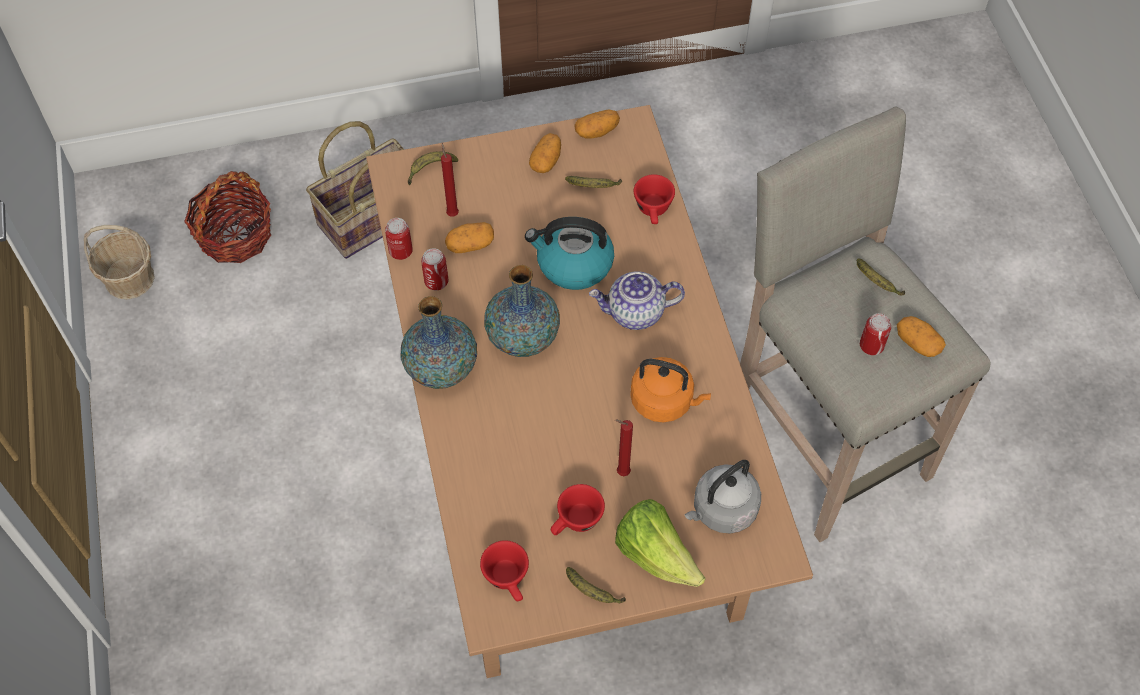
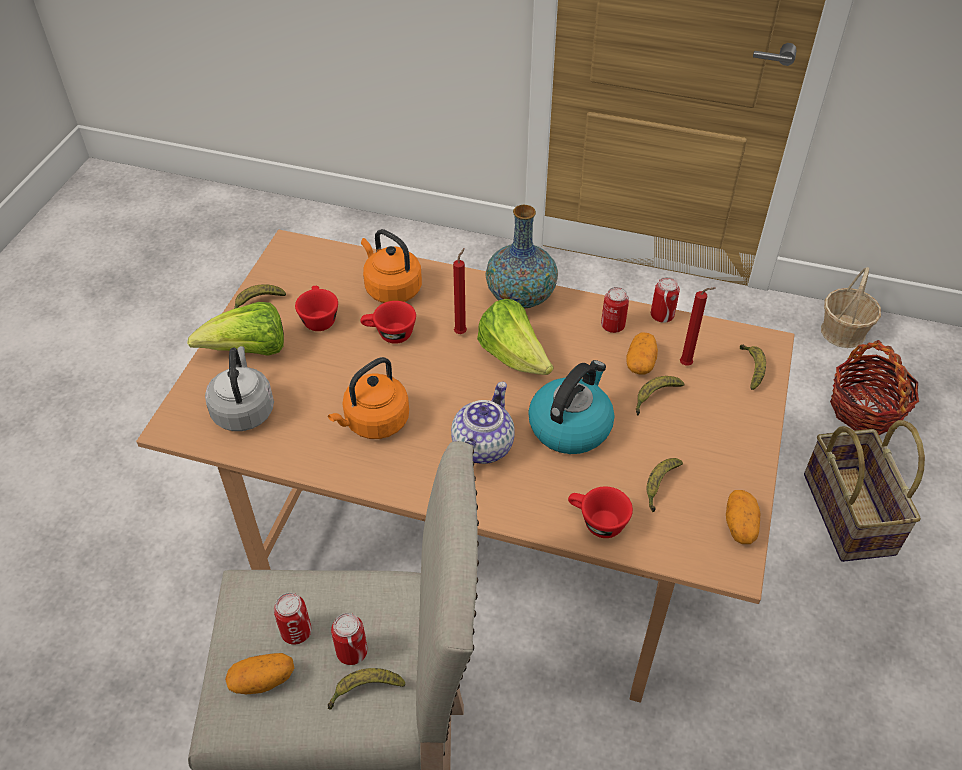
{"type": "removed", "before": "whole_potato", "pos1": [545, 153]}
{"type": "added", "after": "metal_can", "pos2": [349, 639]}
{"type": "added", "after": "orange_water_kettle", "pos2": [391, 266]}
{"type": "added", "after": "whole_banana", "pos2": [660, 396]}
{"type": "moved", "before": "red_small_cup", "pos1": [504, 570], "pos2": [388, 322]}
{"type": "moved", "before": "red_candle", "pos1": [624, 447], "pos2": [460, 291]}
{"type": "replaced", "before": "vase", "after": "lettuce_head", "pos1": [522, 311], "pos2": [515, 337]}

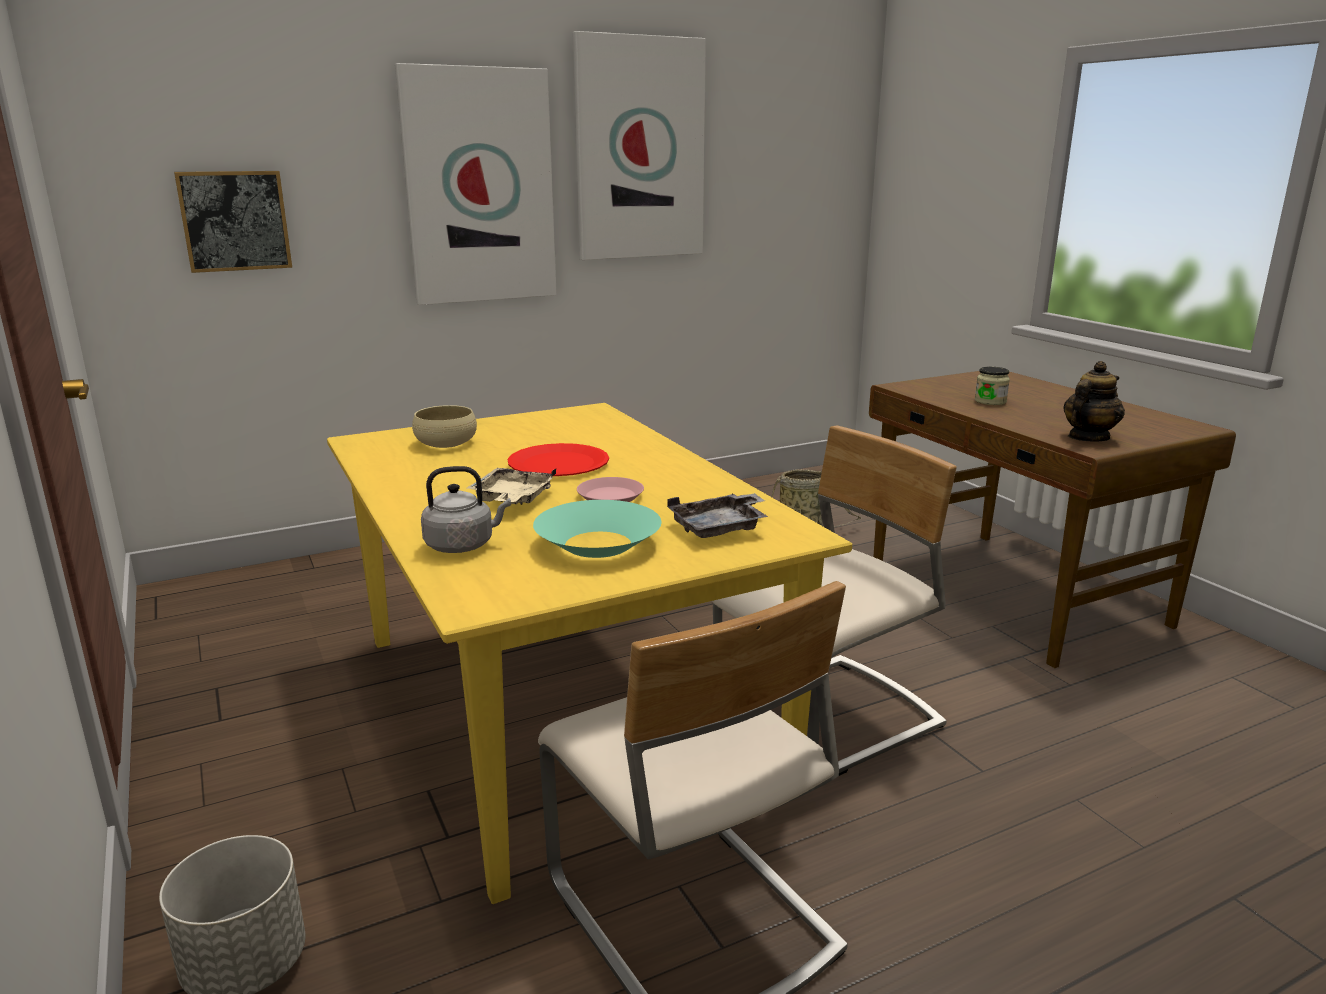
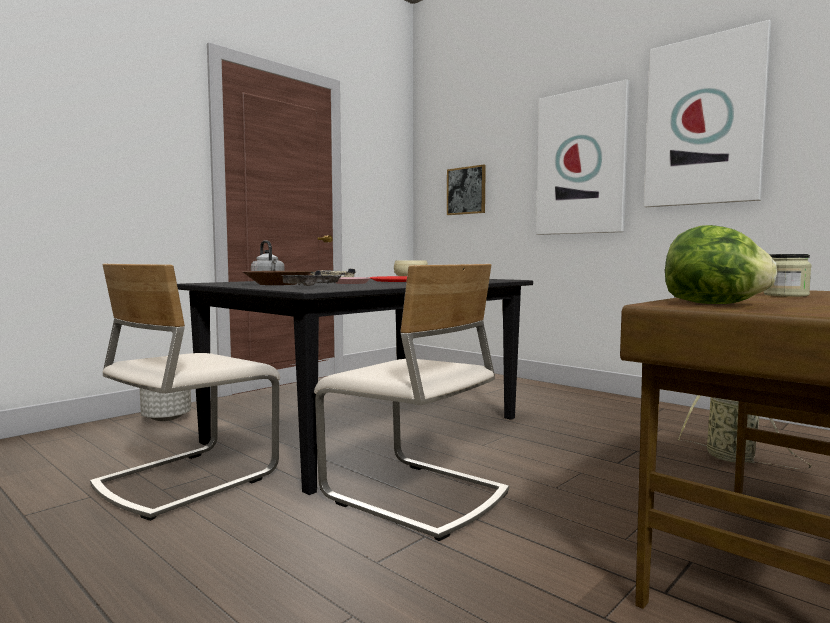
{"type": "replaced", "before": "teapot", "after": "lettuce_head", "pos1": [1094, 401], "pos2": [721, 264]}
{"type": "recoloured", "before": "yellow_dinner_table", "after": "blackish_dinner_table", "pos1": [589, 653], "pos2": [355, 387]}
{"type": "recoloured", "before": "turquoise_deep_dish", "after": "brownish_deep_dish", "pos1": [597, 529], "pos2": [277, 278]}

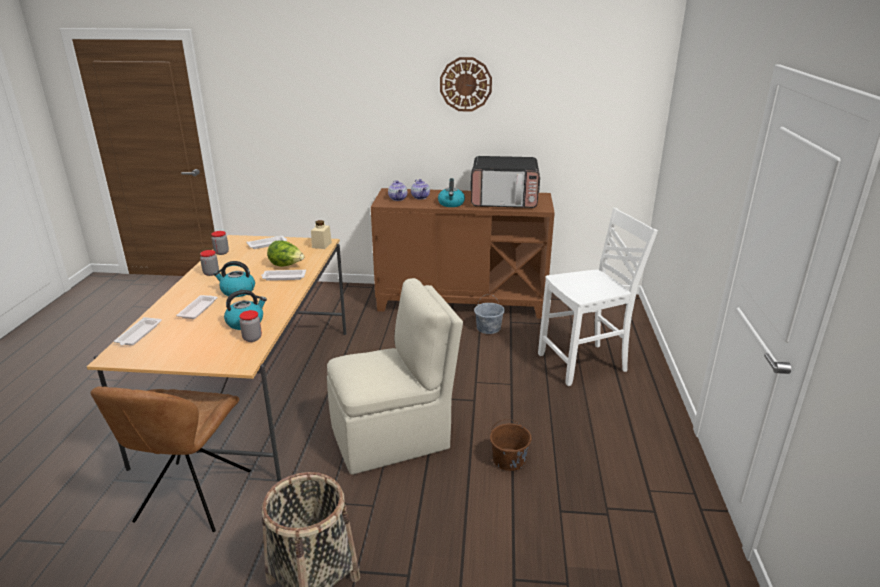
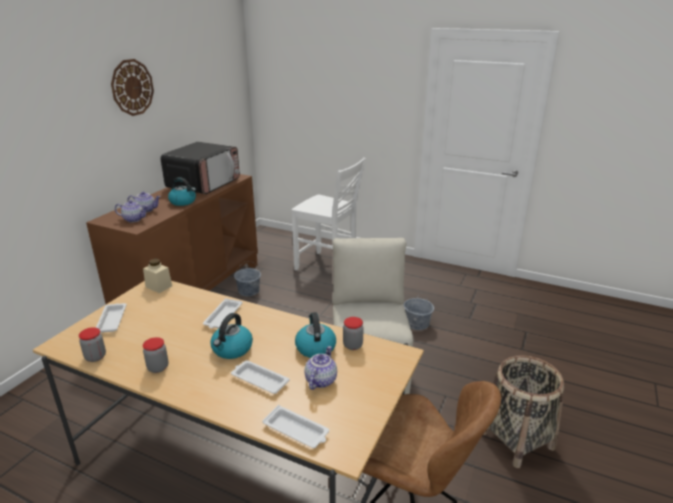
{"type": "removed", "before": "lettuce_head", "pos1": [285, 254]}
{"type": "added", "after": "teapot", "pos2": [321, 368]}
{"type": "recoloured", "before": "brownish_bucket", "after": "greyish_bucket", "pos1": [511, 445], "pos2": [419, 311]}
{"type": "turned", "before": "whitish_plain_chair", "pos1": [598, 297], "pos2": [329, 214], "turn": 120}

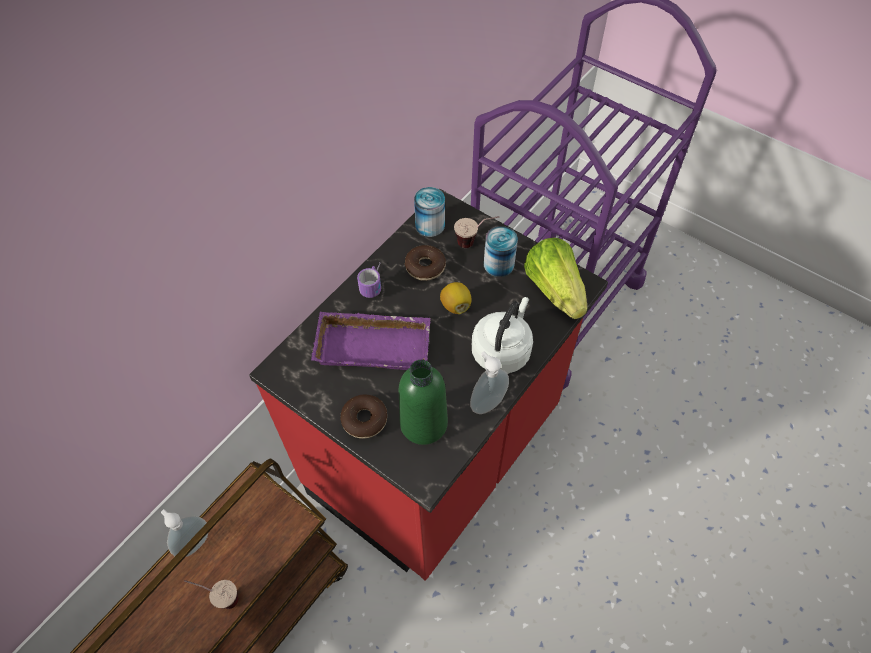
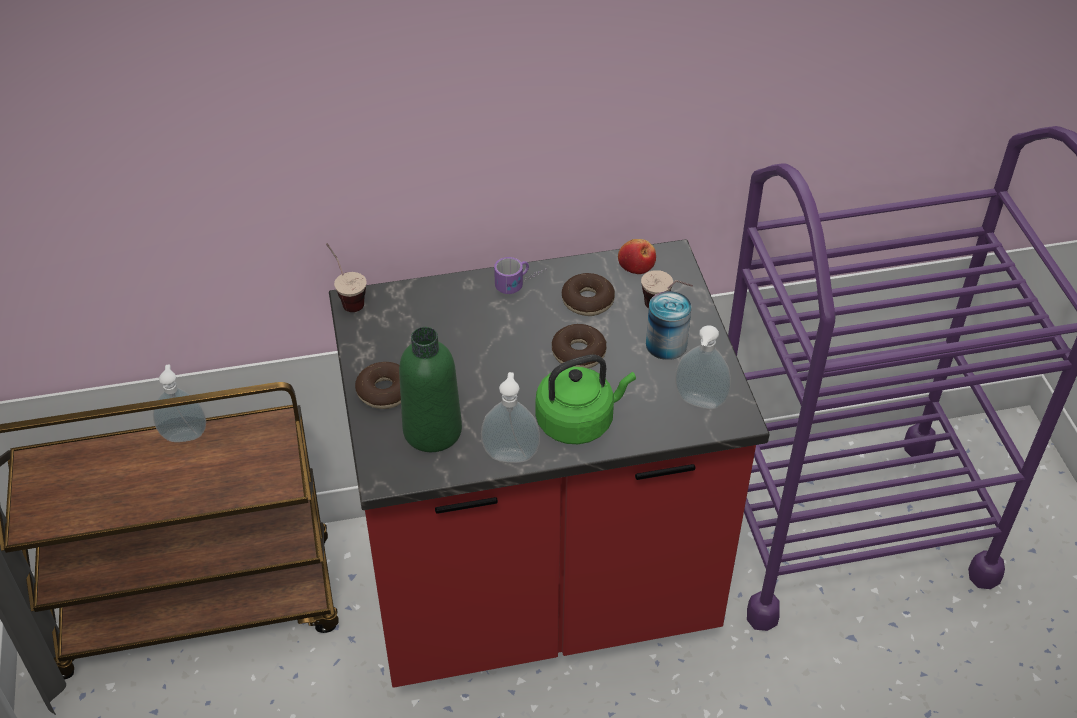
{"type": "removed", "before": "purple-coloured_tray", "pos1": [371, 341]}
{"type": "moved", "before": "small_cup", "pos1": [211, 594], "pos2": [346, 277]}
{"type": "replaced", "before": "metal_can", "after": "apple_fruit", "pos1": [429, 212], "pos2": [637, 256]}
{"type": "replaced", "before": "lemon", "after": "doughnut", "pos1": [455, 298], "pos2": [579, 346]}
{"type": "replaced", "before": "lettuce_head", "after": "soap_dispenser", "pos1": [555, 278], "pos2": [703, 367]}
{"type": "recoloured", "before": "whitish_water_kettle", "after": "green-coloured_water_kettle", "pos1": [502, 335], "pos2": [586, 399]}

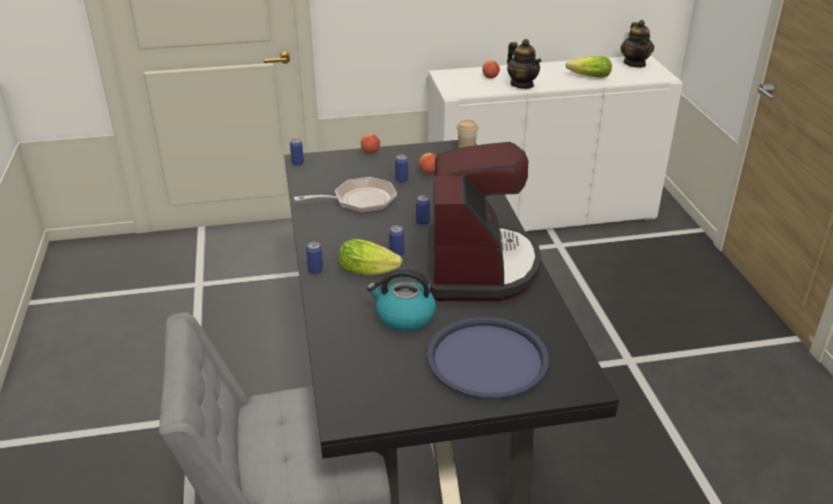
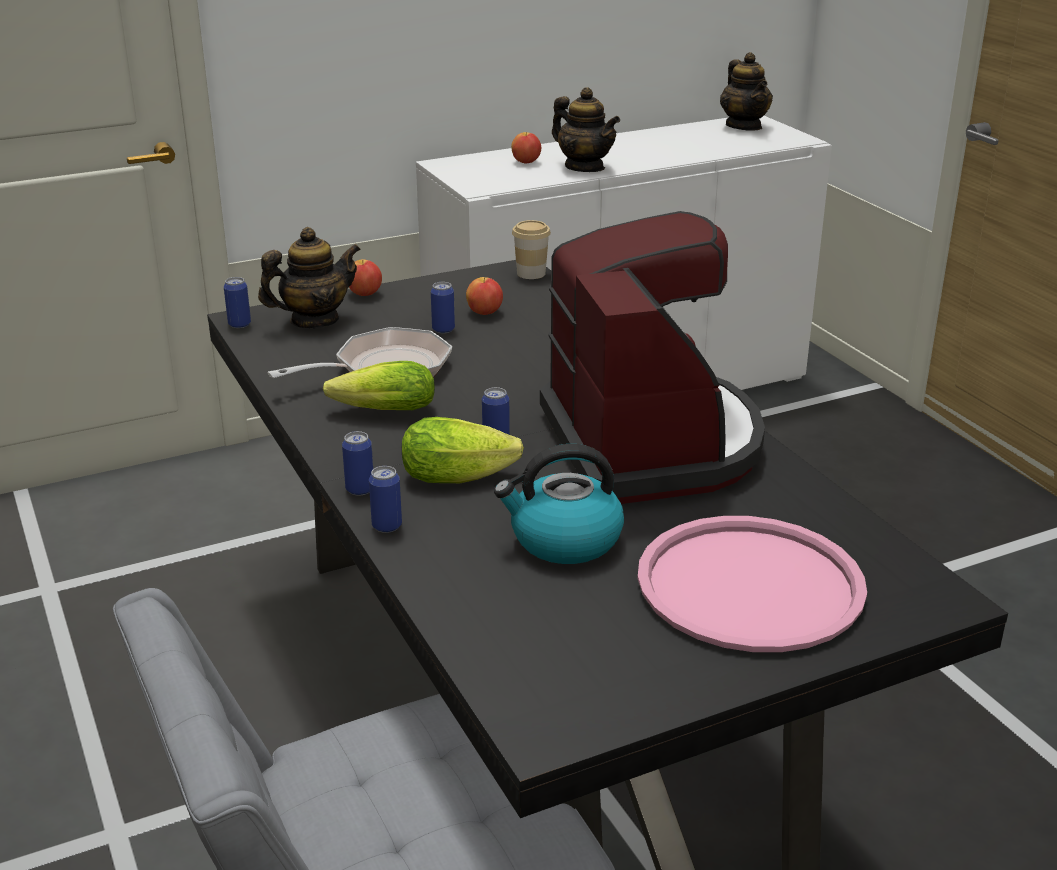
{"type": "added", "after": "teapot", "pos2": [309, 277]}
{"type": "moved", "before": "metal_can", "pos1": [423, 210], "pos2": [385, 499]}
{"type": "moved", "before": "lettuce_head", "pos1": [589, 67], "pos2": [379, 385]}
{"type": "recoloured", "before": "blue_tray", "after": "pink-coloured_tray", "pos1": [488, 358], "pos2": [752, 584]}

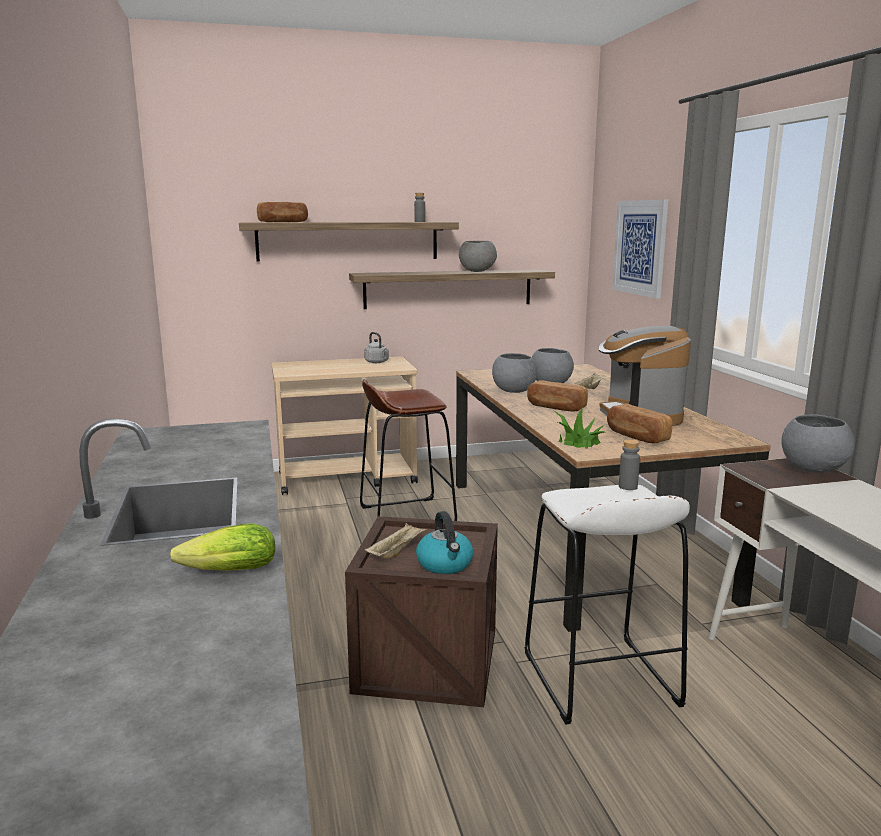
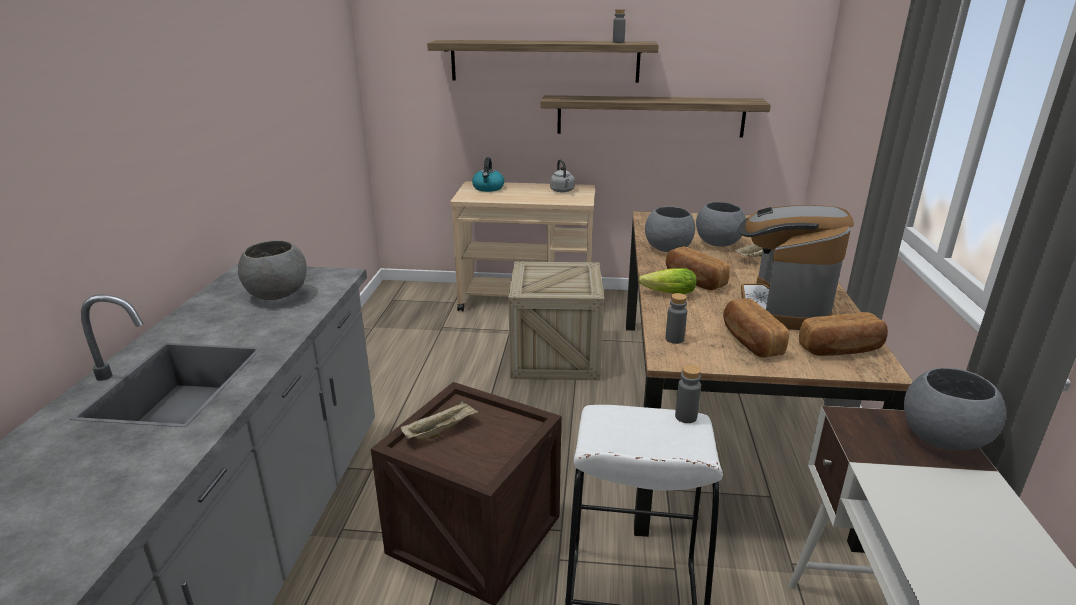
{"type": "removed", "before": "wall_picture", "pos1": [640, 249]}
{"type": "moved", "before": "lettuce_head", "pos1": [222, 547], "pos2": [667, 281]}
{"type": "moved", "before": "bakery_bread", "pos1": [282, 212], "pos2": [843, 334]}
{"type": "moved", "before": "water_kettle", "pos1": [444, 542], "pos2": [488, 175]}
{"type": "moved", "before": "greyish_deep_dish", "pos1": [478, 256], "pos2": [272, 270]}
{"type": "replaced", "before": "brownish_stool_seat", "after": "crate", "pos1": [408, 450], "pos2": [556, 321]}
{"type": "replaced", "before": "houseplant", "after": "greyish_bottle", "pos1": [579, 428], "pos2": [676, 318]}

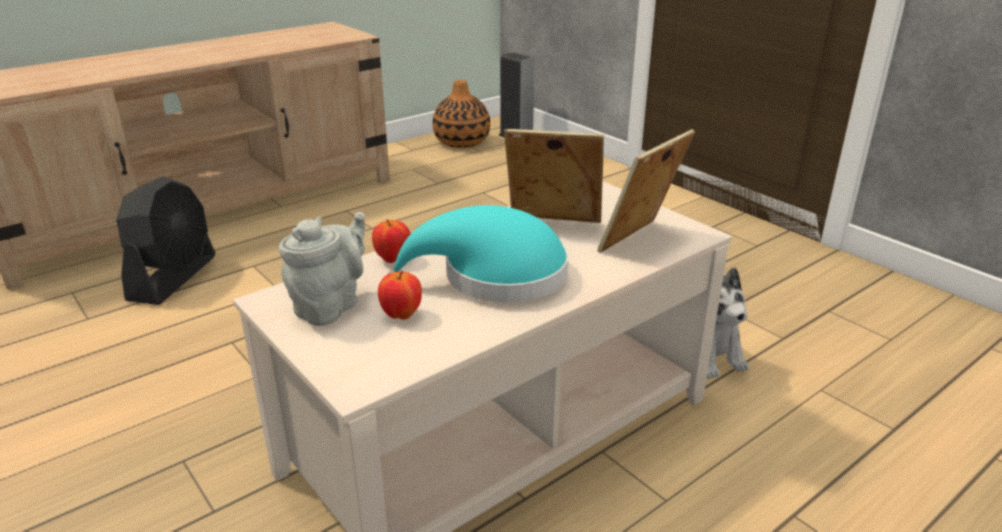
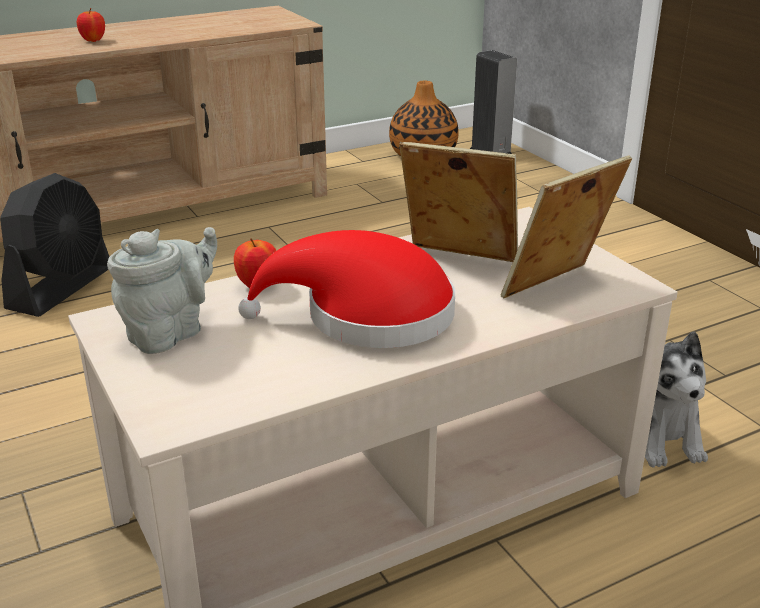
{"type": "moved", "before": "apple_fruit", "pos1": [400, 295], "pos2": [91, 25]}
{"type": "recoloured", "before": "turquoise_hat", "after": "red_hat", "pos1": [477, 254], "pos2": [346, 289]}

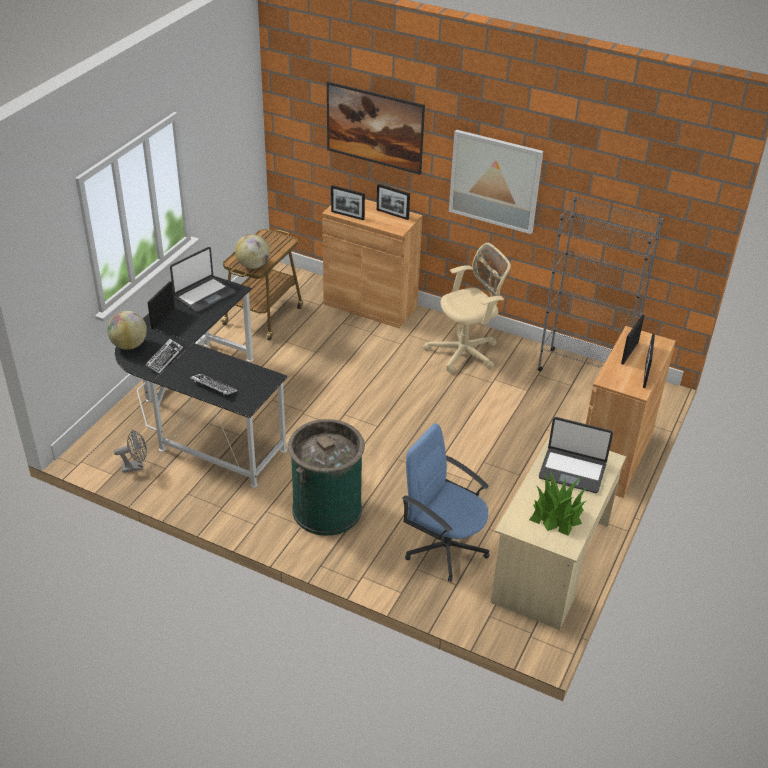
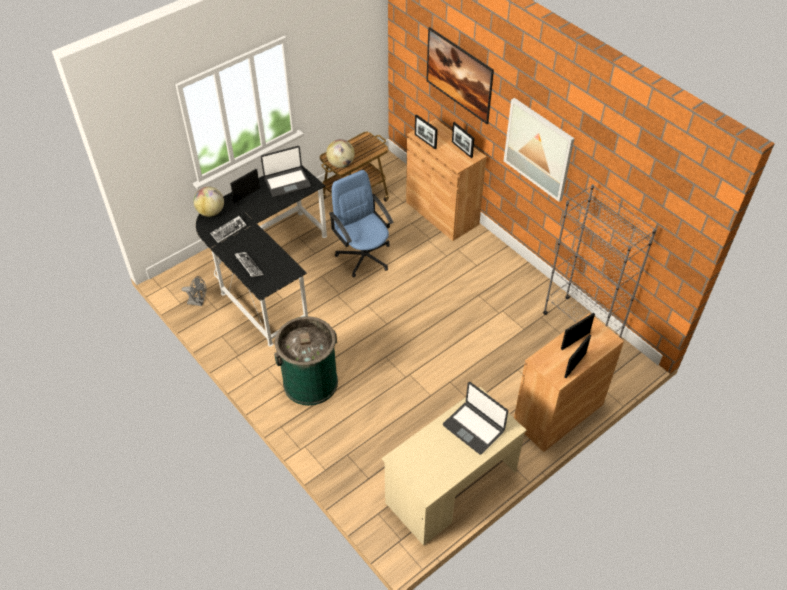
{"type": "removed", "before": "beige_computer_chair", "pos1": [467, 308]}
{"type": "removed", "before": "houseplant", "pos1": [558, 504]}
{"type": "moved", "before": "blue_computer_chair", "pos1": [446, 502], "pos2": [361, 223]}

